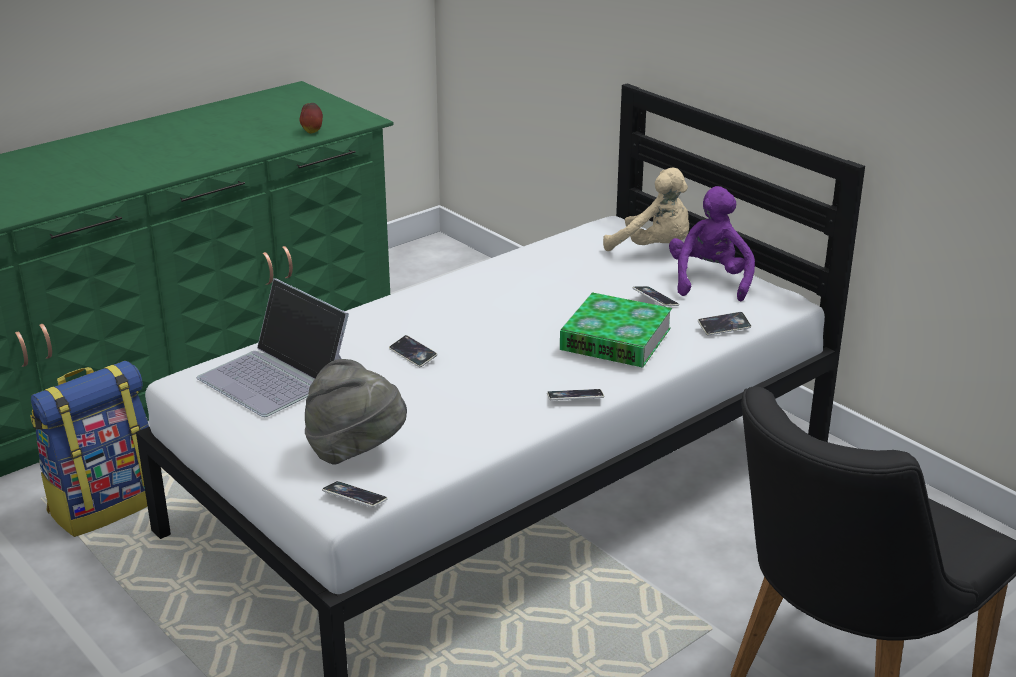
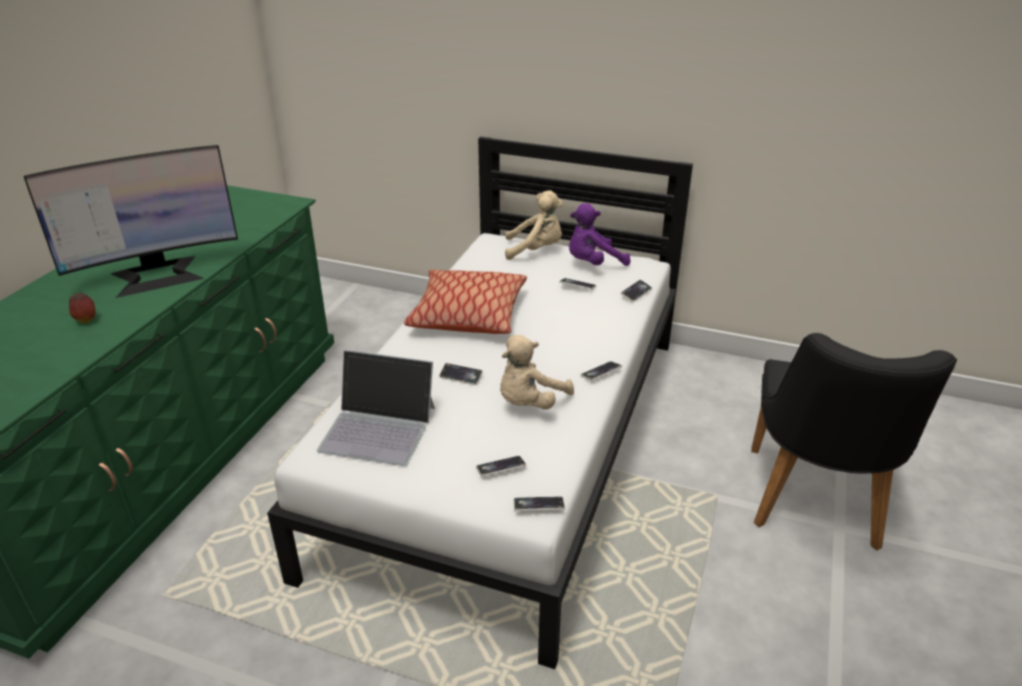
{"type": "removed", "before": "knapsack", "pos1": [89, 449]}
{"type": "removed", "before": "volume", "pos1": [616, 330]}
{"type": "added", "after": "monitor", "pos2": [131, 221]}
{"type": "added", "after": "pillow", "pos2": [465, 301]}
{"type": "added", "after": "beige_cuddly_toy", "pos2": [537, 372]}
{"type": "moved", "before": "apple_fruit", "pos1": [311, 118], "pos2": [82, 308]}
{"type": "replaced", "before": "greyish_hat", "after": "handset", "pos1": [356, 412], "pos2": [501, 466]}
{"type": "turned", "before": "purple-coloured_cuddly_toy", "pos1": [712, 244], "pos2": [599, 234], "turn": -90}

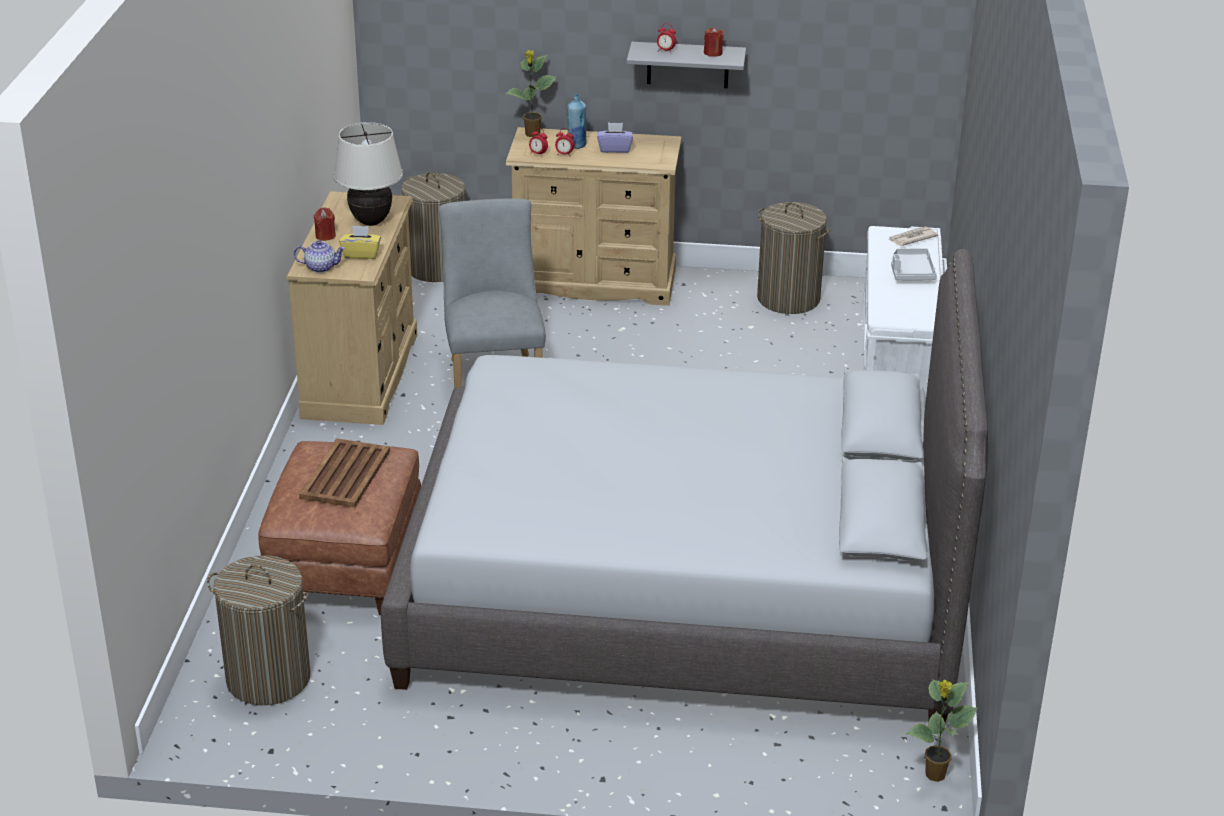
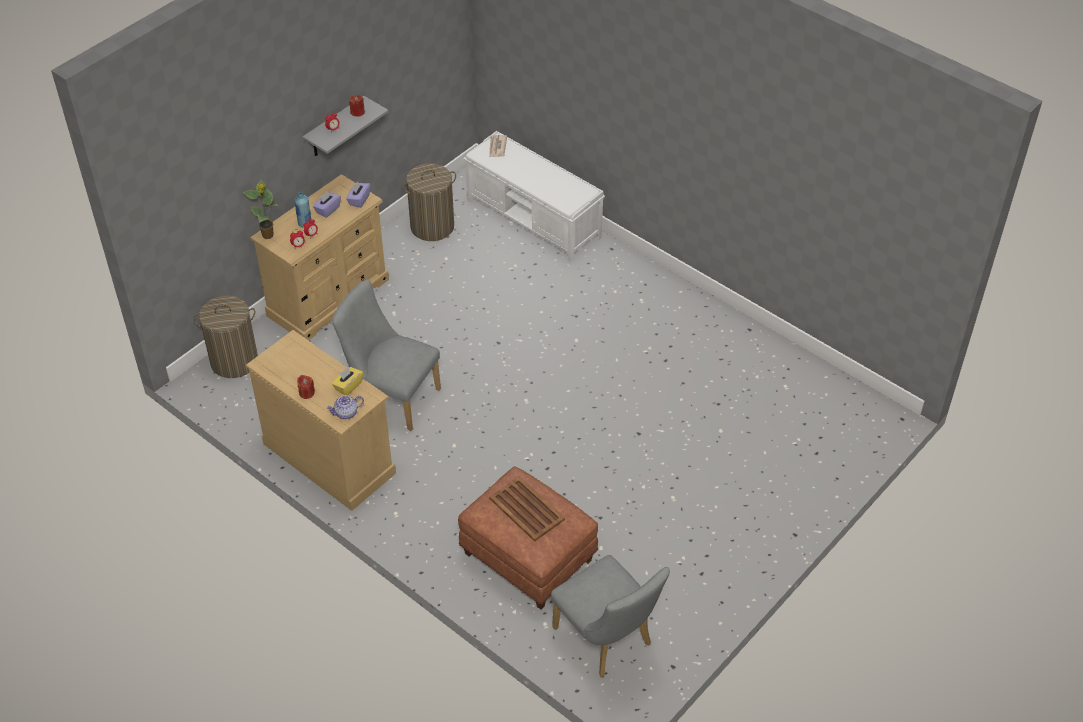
{"type": "removed", "before": "beige_table_lamp", "pos1": [368, 174]}
{"type": "removed", "before": "greyish_bed", "pos1": [684, 491]}
{"type": "removed", "before": "greyish_tray", "pos1": [914, 264]}
{"type": "removed", "before": "houseplant", "pos1": [942, 730]}
{"type": "added", "after": "purple-coloured_tissue_holder", "pos2": [358, 194]}
{"type": "replaced", "before": "laundry_basket", "after": "greyish_plain_chair", "pos1": [259, 630], "pos2": [610, 616]}
{"type": "turned", "before": "teapot", "pos1": [319, 256], "pos2": [345, 407], "turn": -150}

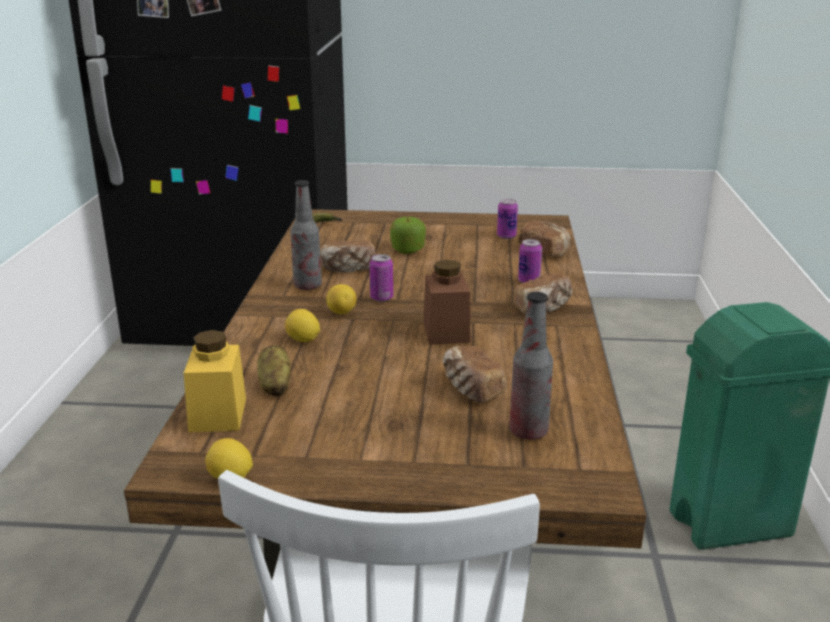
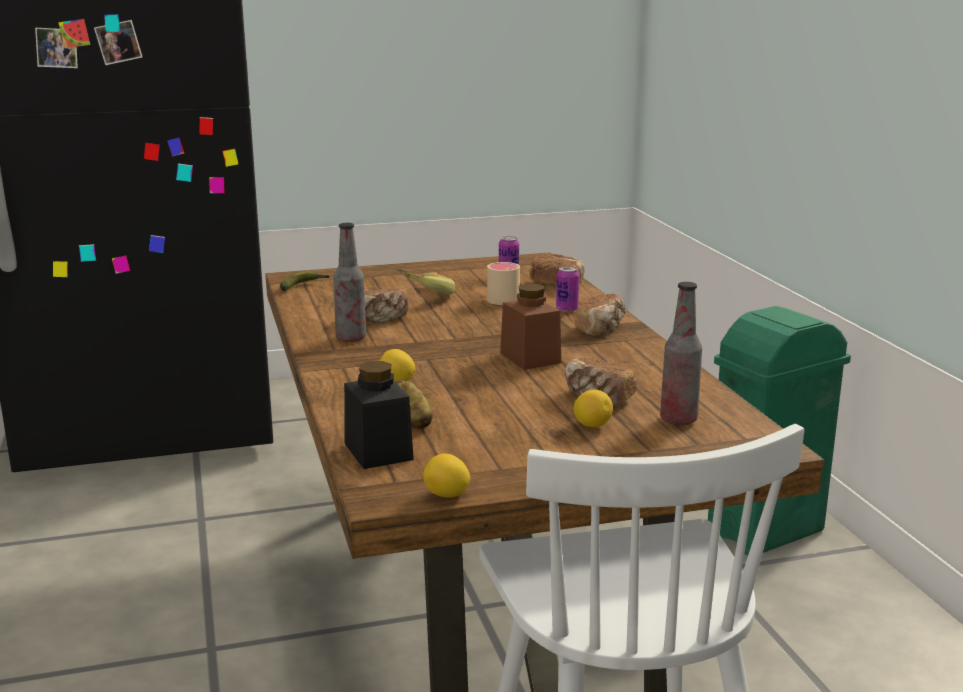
{"type": "removed", "before": "metal_can", "pos1": [381, 278]}
{"type": "added", "after": "beige_mug", "pos2": [503, 283]}
{"type": "moved", "before": "lemon", "pos1": [341, 299], "pos2": [593, 408]}
{"type": "replaced", "before": "apple_fruit", "after": "whole_banana", "pos1": [408, 235], "pos2": [426, 282]}
{"type": "recoloured", "before": "yellow_jar", "after": "blackish_jar", "pos1": [215, 381], "pos2": [379, 415]}

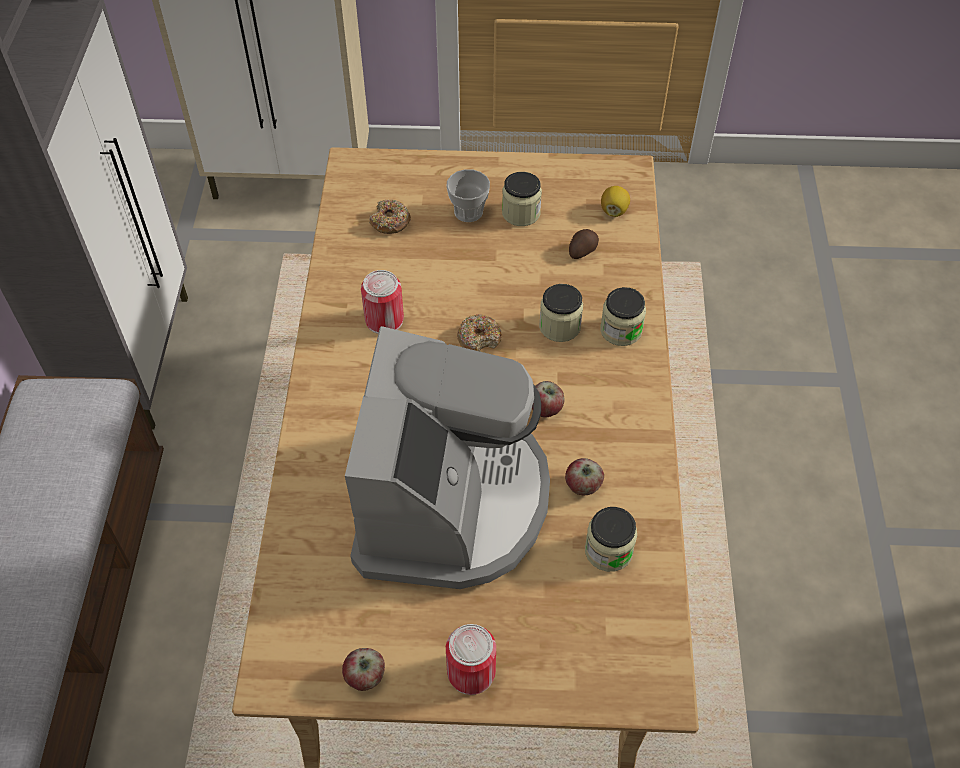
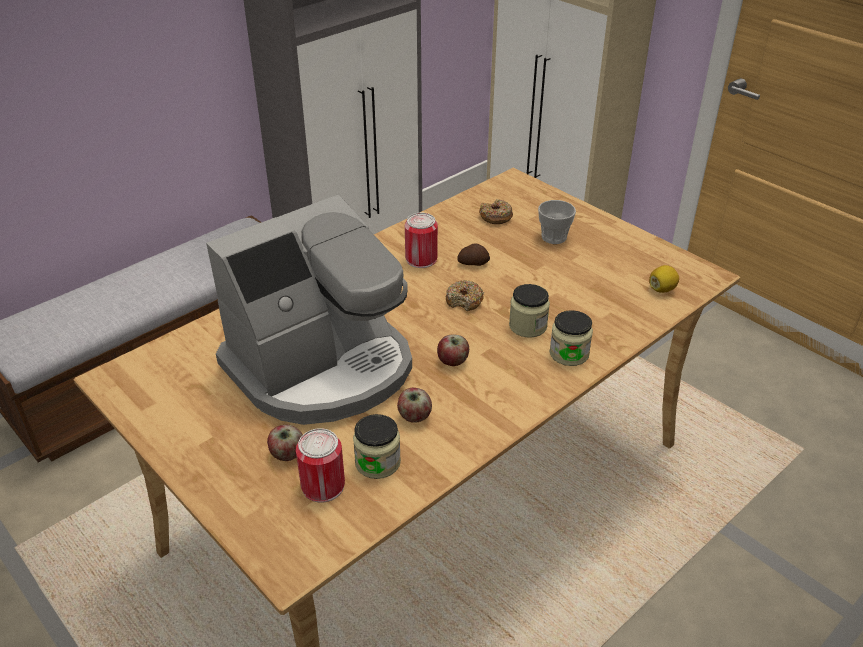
{"type": "removed", "before": "jar", "pos1": [522, 199]}
{"type": "moved", "before": "apple_fruit", "pos1": [363, 669], "pos2": [285, 443]}
{"type": "moved", "before": "metal_can", "pos1": [471, 659], "pos2": [320, 465]}
{"type": "moved", "before": "whole_potato", "pos1": [584, 244], "pos2": [473, 254]}

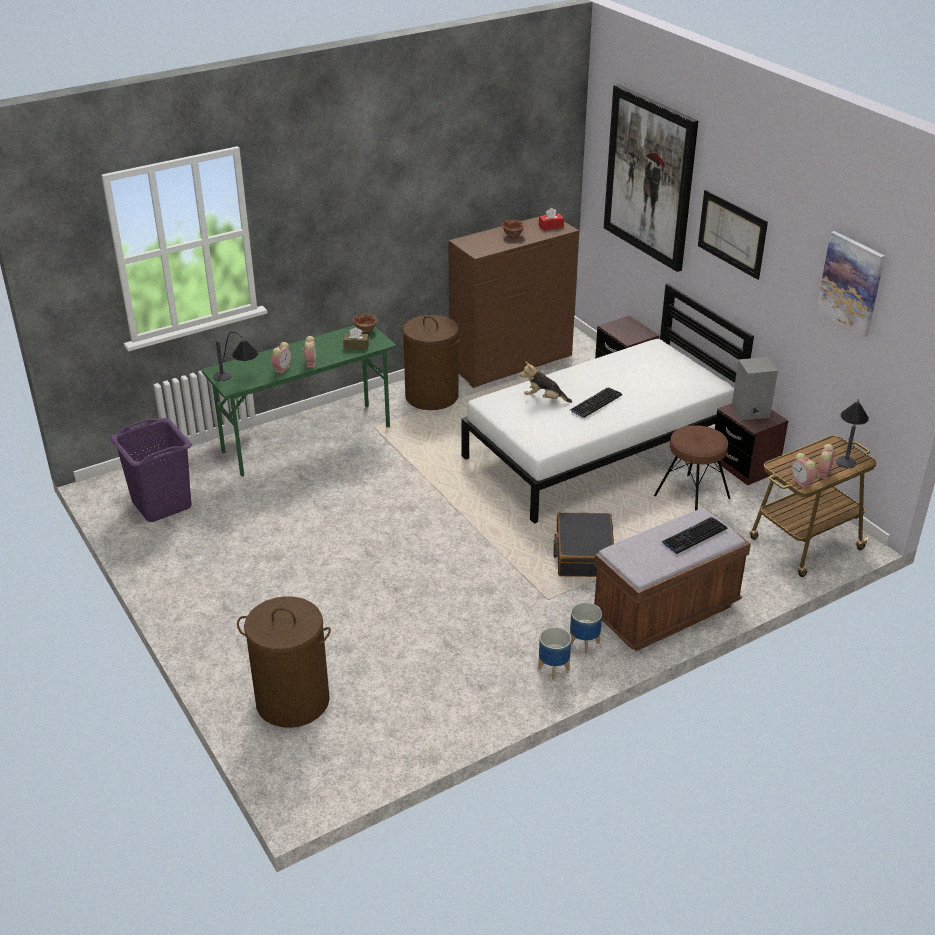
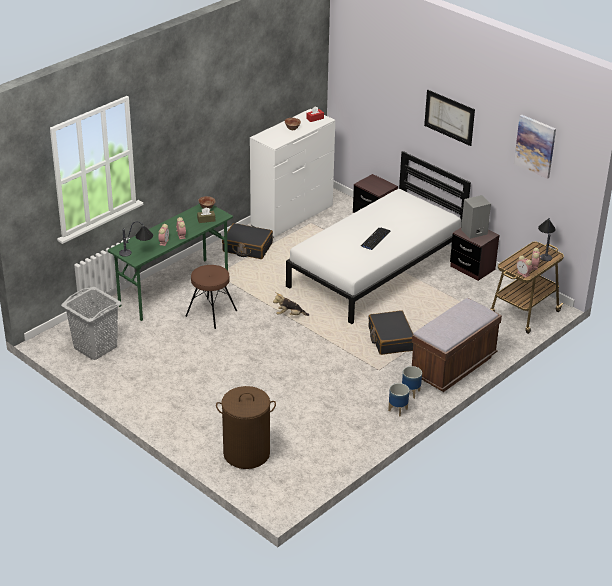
{"type": "removed", "before": "wall_picture", "pos1": [651, 178]}
{"type": "removed", "before": "computer_keyboard", "pos1": [694, 535]}
{"type": "moved", "before": "cuddly_toy", "pos1": [546, 382], "pos2": [291, 304]}
{"type": "moved", "before": "brownish_stool_seat", "pos1": [692, 468], "pos2": [211, 297]}
{"type": "replaced", "before": "brownish_laundry_basket", "after": "blackish_piece_of_luggage", "pos1": [431, 362], "pos2": [247, 241]}
{"type": "recoloured", "before": "purple-coloured_laundry_basket", "after": "greyish_laundry_basket", "pos1": [151, 470], "pos2": [91, 323]}
{"type": "recoloured", "before": "brownish_chest_of_drawers", "after": "whitish_chest_of_drawers", "pos1": [513, 301], "pos2": [292, 173]}

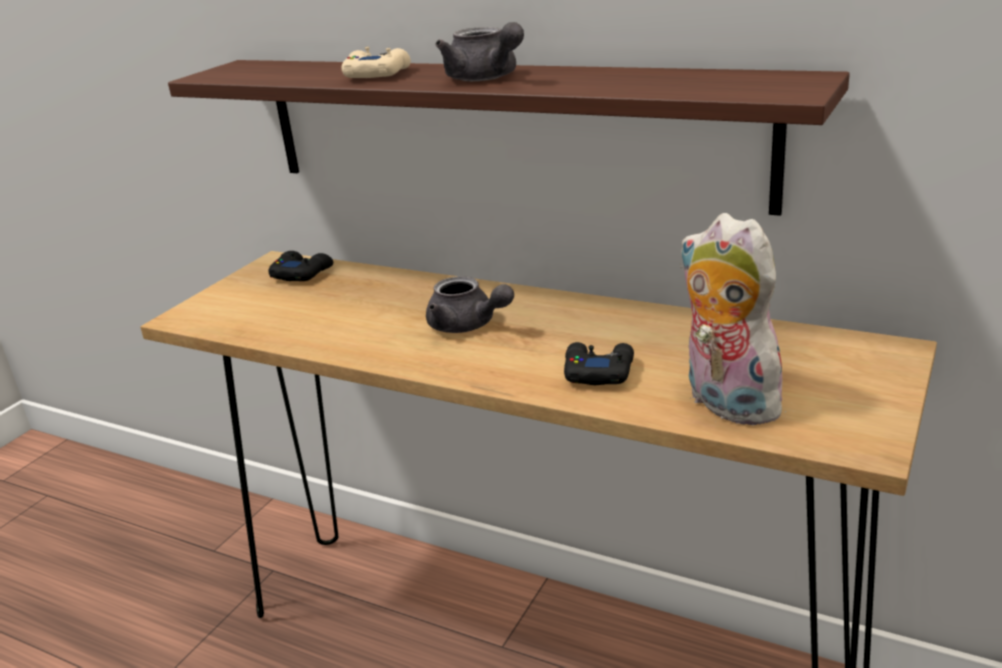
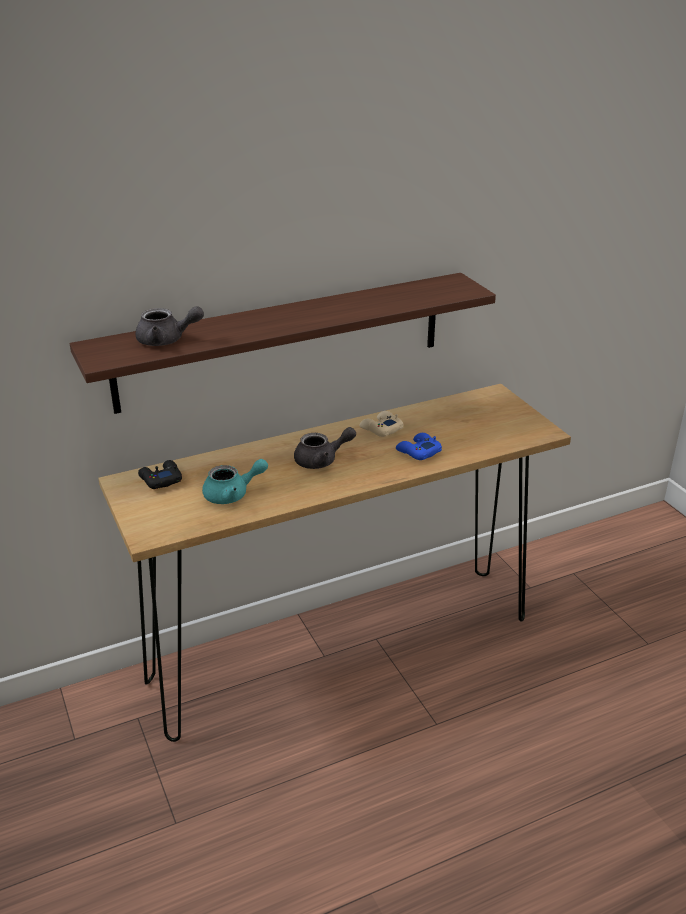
{"type": "removed", "before": "cuddly_toy", "pos1": [736, 319]}
{"type": "added", "after": "turquoise_teapot", "pos2": [235, 481]}
{"type": "moved", "before": "beige_gamepad", "pos1": [376, 62], "pos2": [381, 424]}
{"type": "moved", "before": "greyish_teapot", "pos1": [479, 51], "pos2": [170, 326]}
{"type": "recoloured", "before": "blackish_gamepad", "after": "blue_gamepad", "pos1": [599, 363], "pos2": [419, 446]}

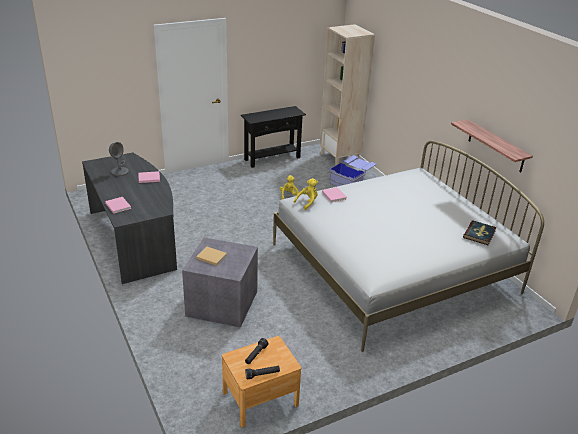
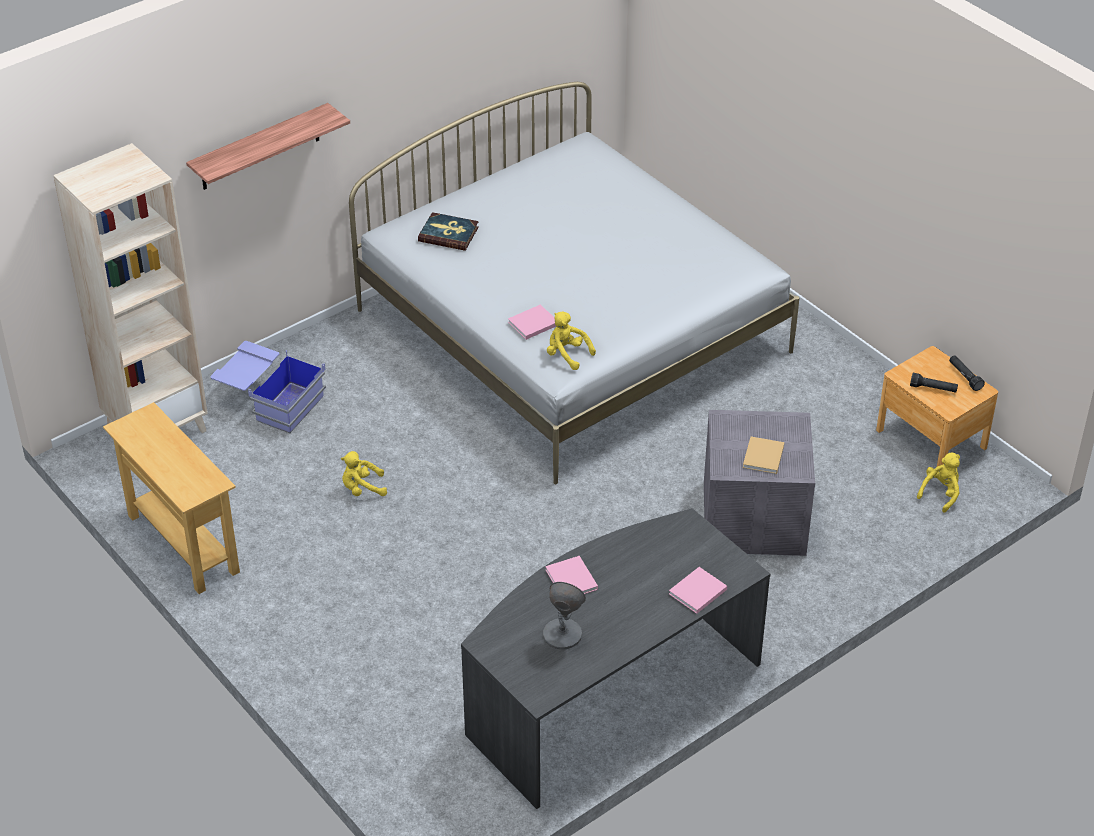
{"type": "added", "after": "yellow_cuddly_toy", "pos2": [938, 482]}
{"type": "moved", "before": "wall_shelf", "pos1": [492, 146], "pos2": [268, 146]}
{"type": "moved", "before": "volume", "pos1": [479, 232], "pos2": [448, 231]}
{"type": "recoloured", "before": "blackish_hall_table", "after": "beige_hall_table", "pos1": [273, 137], "pos2": [171, 498]}

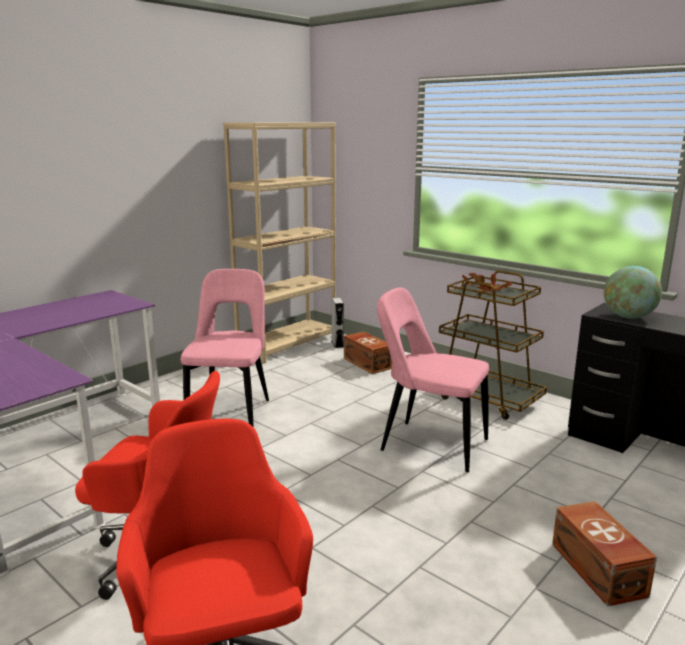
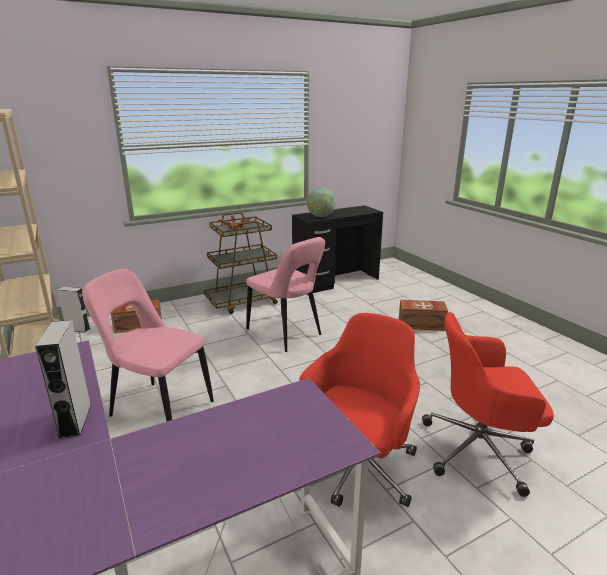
{"type": "added", "after": "greyish_loudspeaker", "pos2": [63, 379]}
{"type": "turned", "before": "pink-coloured_plain_chair", "pos1": [433, 380], "pos2": [285, 294], "turn": -90}

